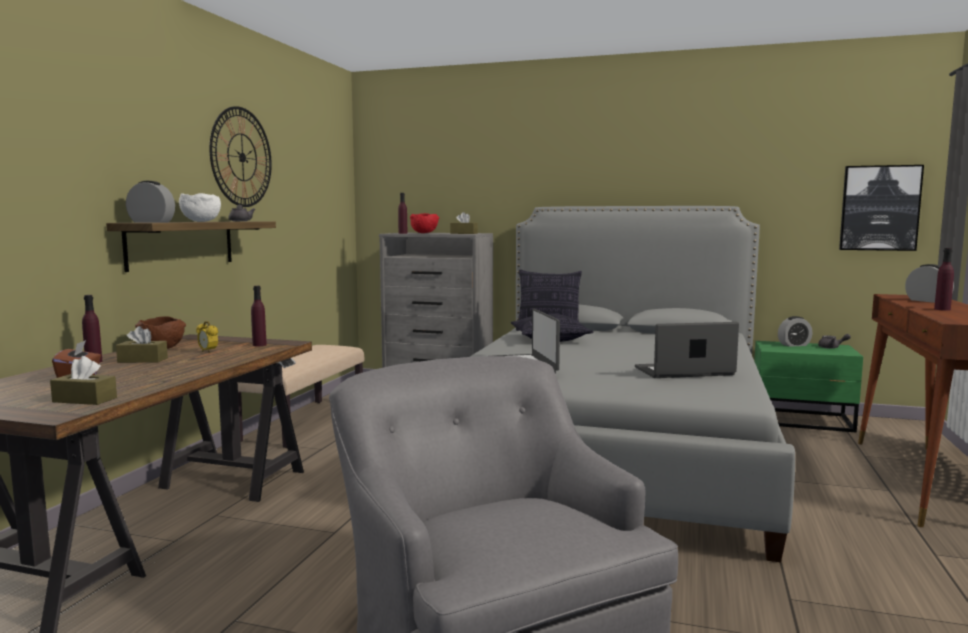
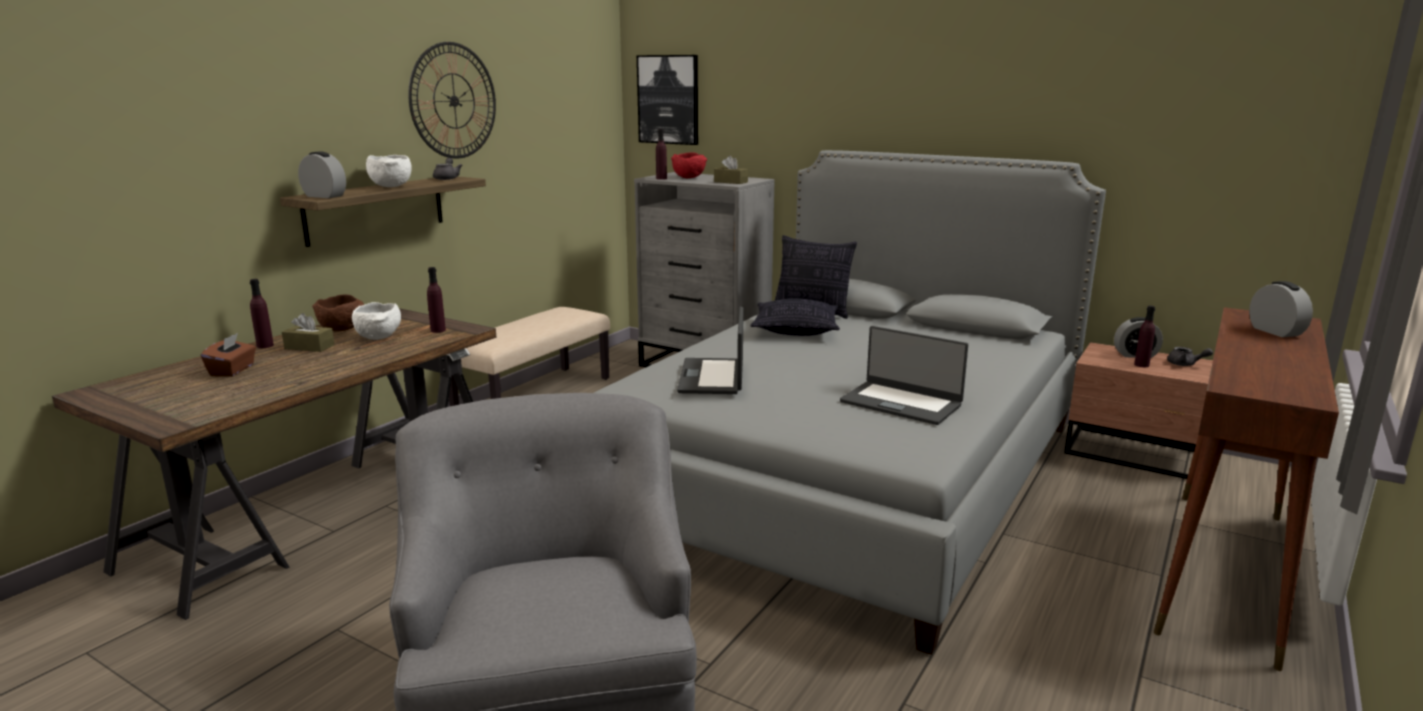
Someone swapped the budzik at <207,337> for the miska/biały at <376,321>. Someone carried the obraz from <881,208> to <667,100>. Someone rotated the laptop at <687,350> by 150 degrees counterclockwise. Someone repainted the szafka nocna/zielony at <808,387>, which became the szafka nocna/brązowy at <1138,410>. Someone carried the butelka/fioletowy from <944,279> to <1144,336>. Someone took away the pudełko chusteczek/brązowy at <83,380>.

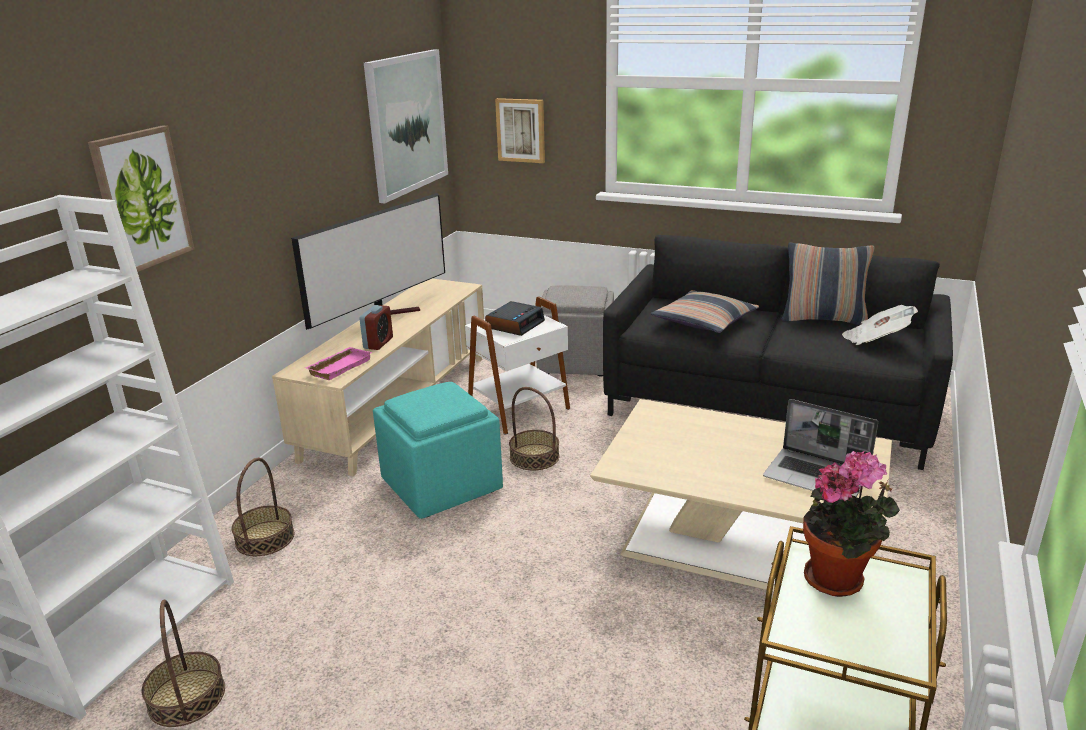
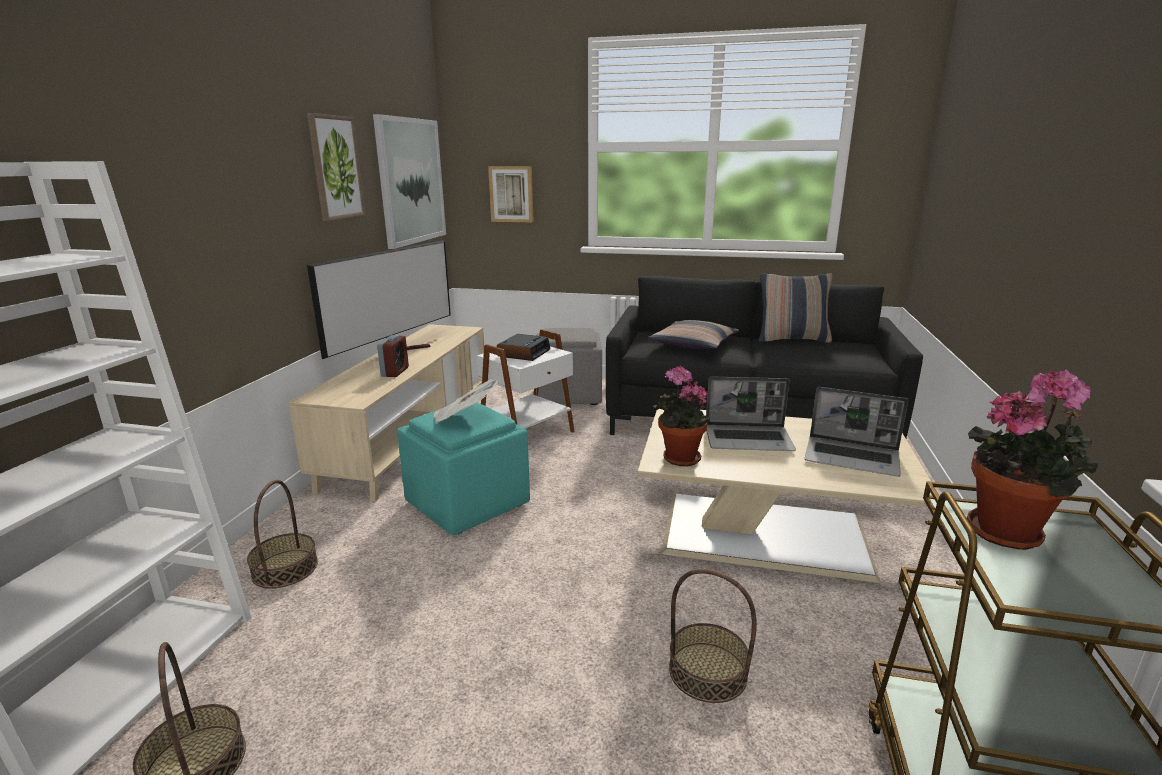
Someone carried the obraz from <141,199> to <336,167>. Someone carried the gazeta from <880,325> to <466,401>. Someone put down the roślina doniczkowa at <681,416>. Someone carried the koszyk from <534,429> to <713,636>. Someone put down the laptop at <751,414>. Someone took away the taca/różowy at <339,363>.

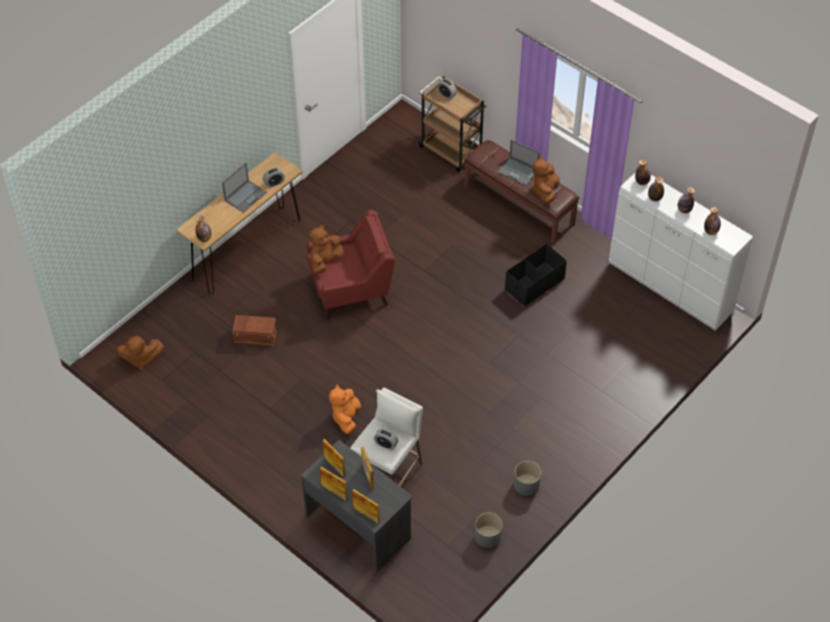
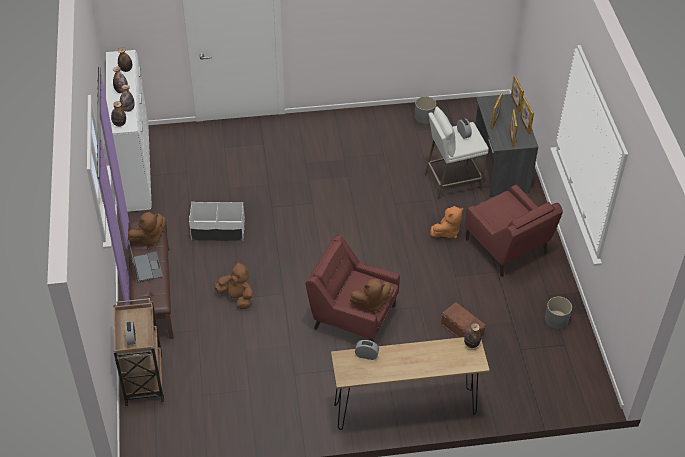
Someone repainted the pojemnik do przechowywania/czarny at <536,275>, which became the pojemnik do przechowywania/biały at <217,221>. Someone carried the pluszak/brązowy from <140,353> to <234,285>. Someone put down the fotel/czerwony at <514,231>. Someone carried the donica/szary from <527,478> to <558,312>. Someone took away the laptop at <244,188>.

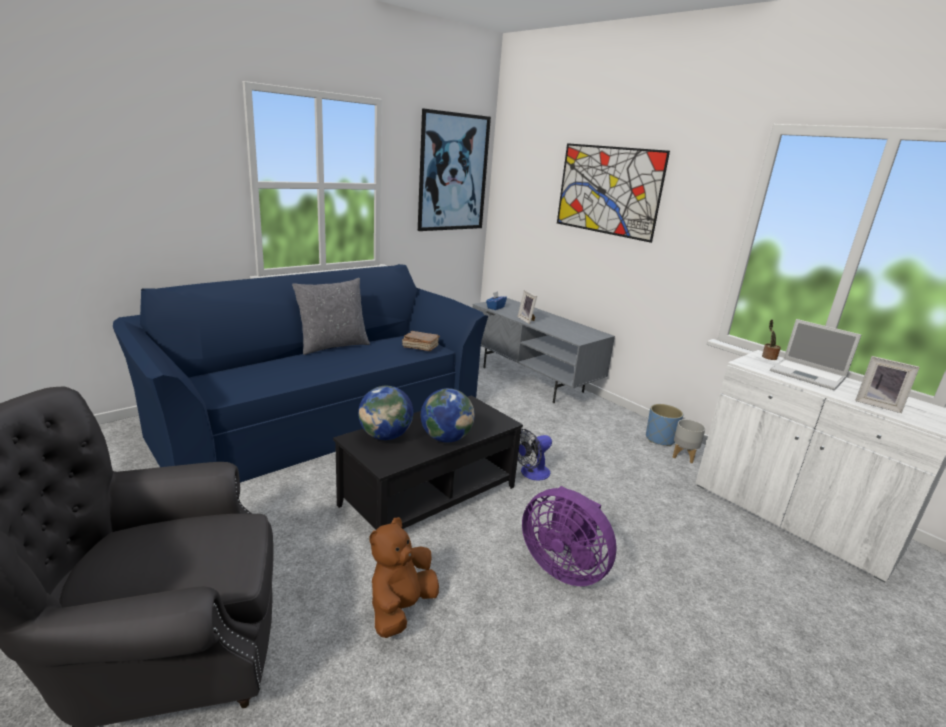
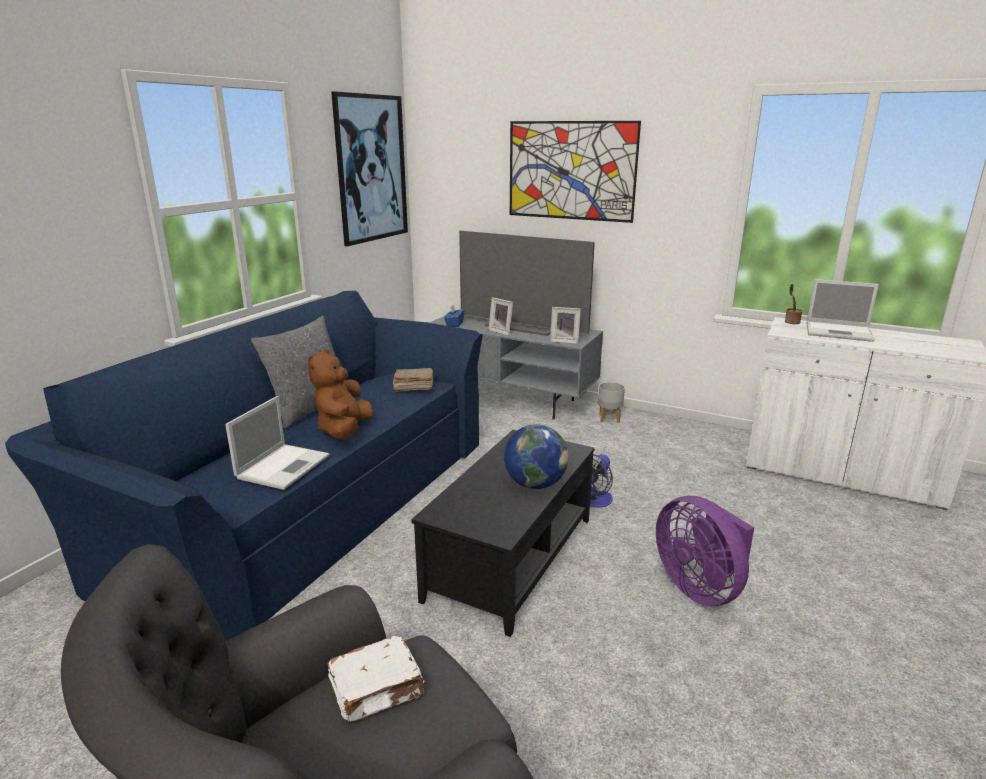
Someone put down the laptop at <277,443>. Someone carried the pluszak/brązowy from <404,577> to <341,394>. Someone put down the książka/biały at <376,679>. Someone put down the telewizor at <527,283>. Someone carried the ramka na zdjęcie from <887,384> to <565,325>. Someone carried the donica/szary from <689,441> to <611,402>. Someone rotated the wentylator/fioletowy at <569,536> by 45 degrees clockwise. Someone took away the globus at <385,413>. Someone took away the donica/niebieski at <664,425>.

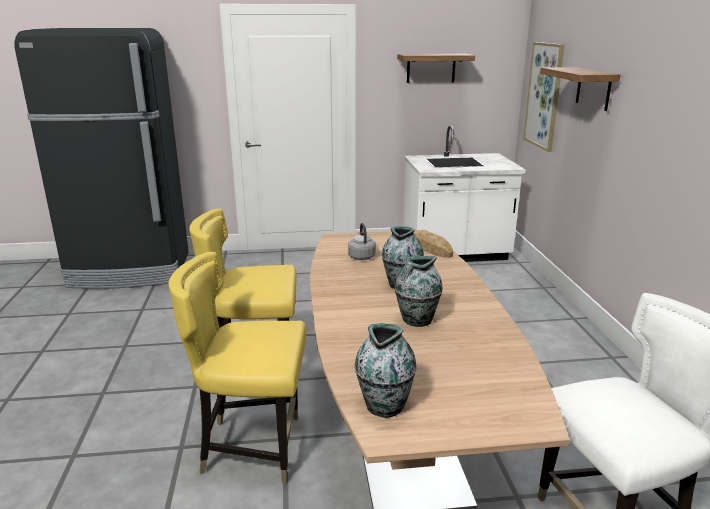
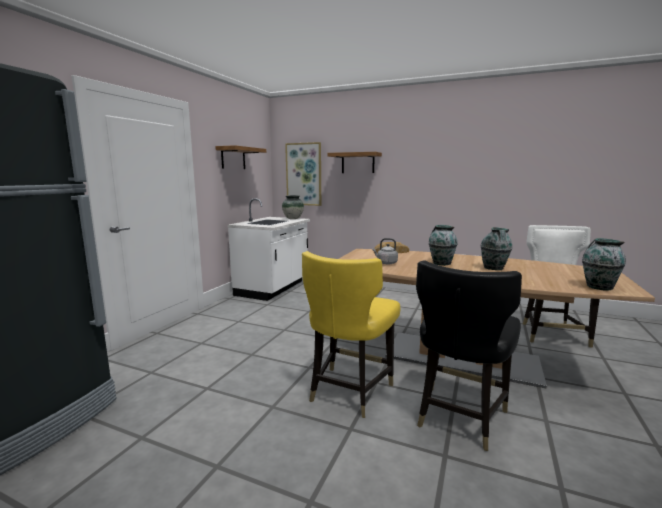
Someone put down the wazon at <293,207>. Someone repainted the krzesło/żółty at <237,367>, which became the krzesło/czarny at <469,355>.

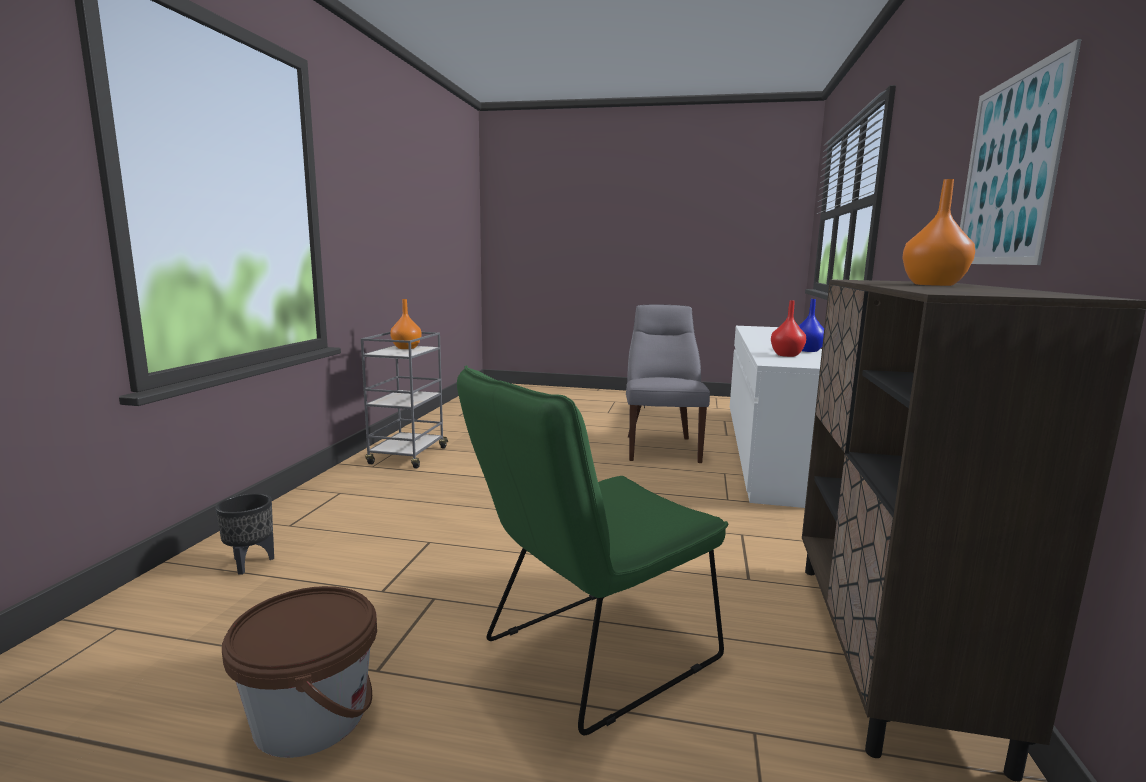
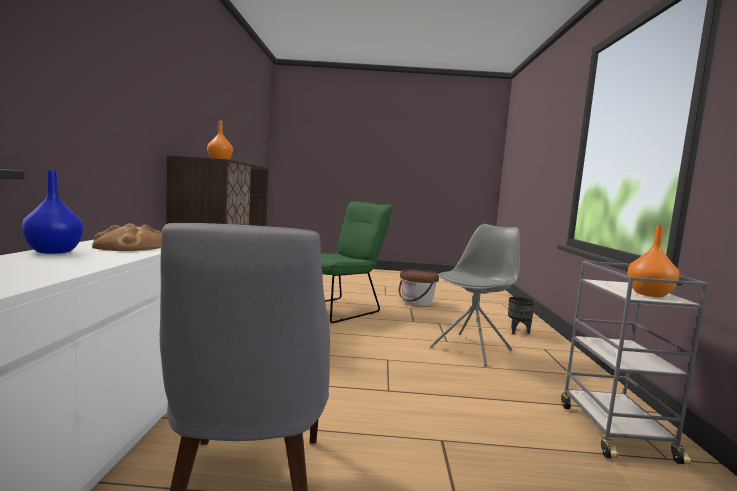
Someone swapped the wazon/czerwony at <788,329> for the chleb at <127,237>. Someone put down the krzesło/szary at <475,295>. Someone took away the obraz at <1021,152>.

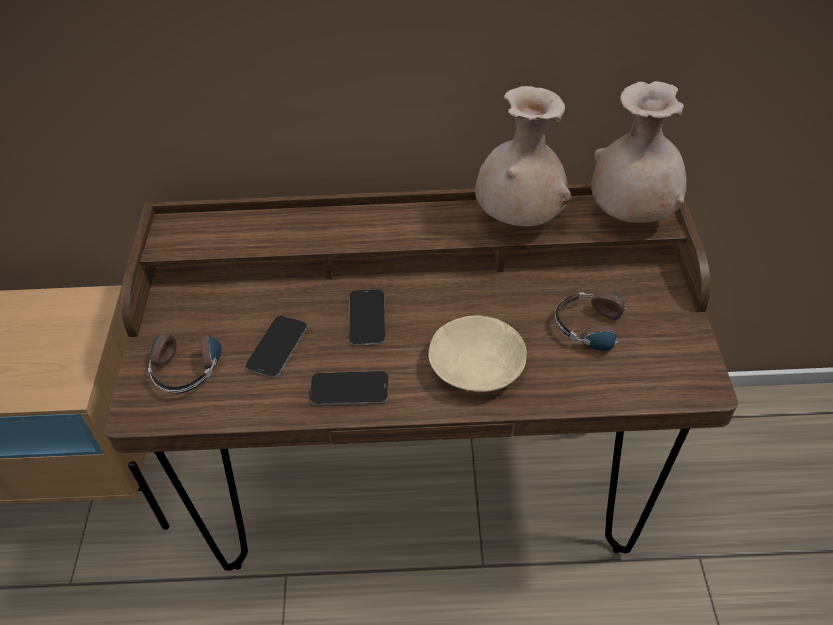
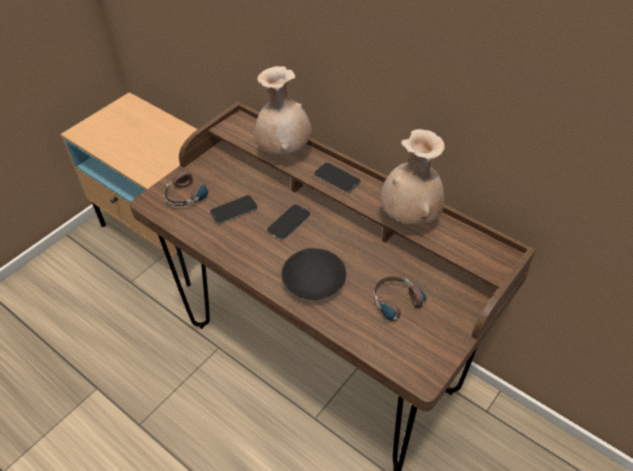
Someone carried the wazon/beżowy from <638,152> to <283,110>. Someone repainted the miska/beżowy at <478,353>, which became the miska/czarny at <314,274>. Someone carried the telefon from <349,388> to <337,178>.

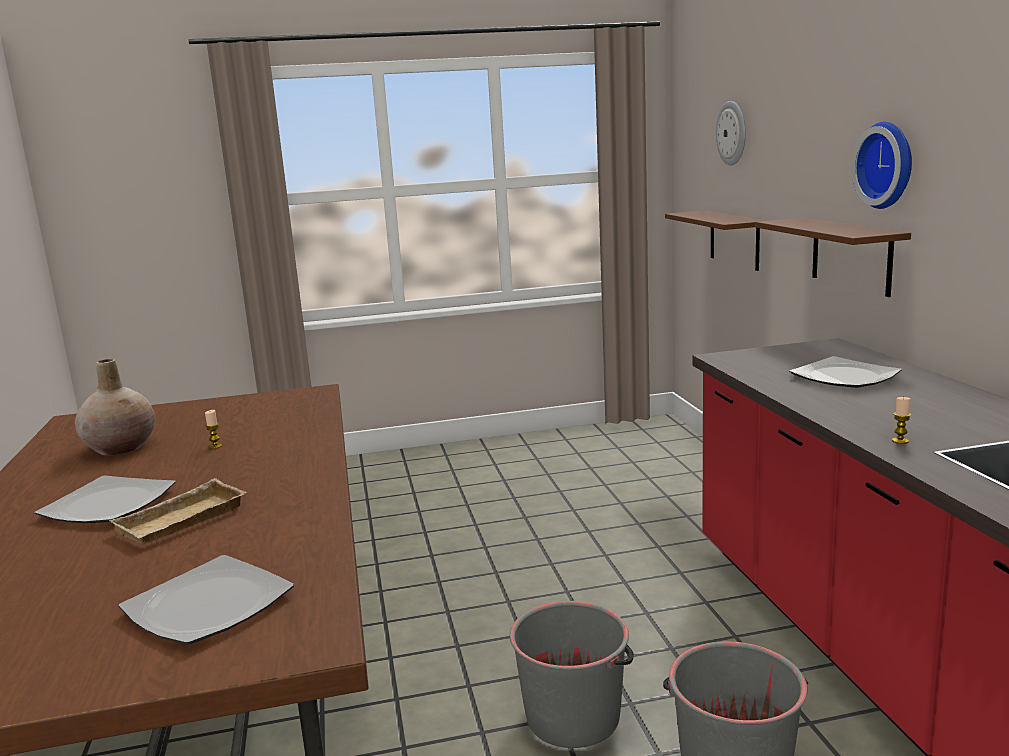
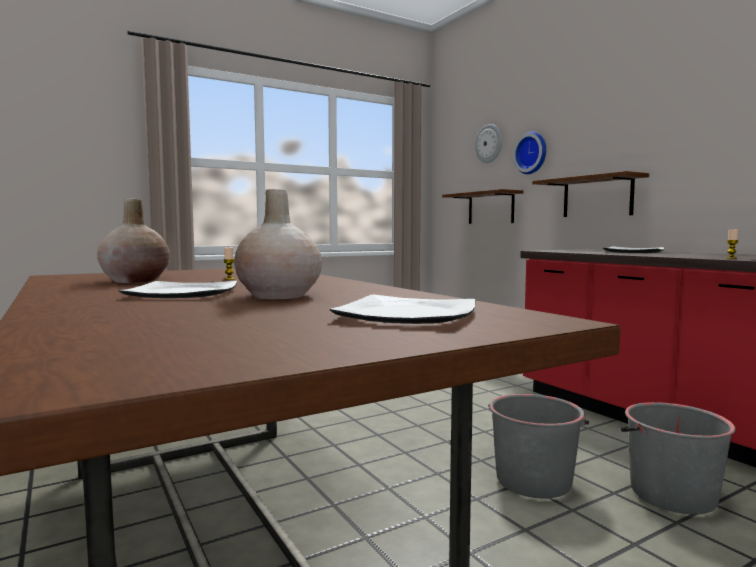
Someone swapped the taca/beżowy at <178,511> for the wazon/beżowy at <278,244>. Someone carried the zegar ścienny from <882,165> to <529,152>.

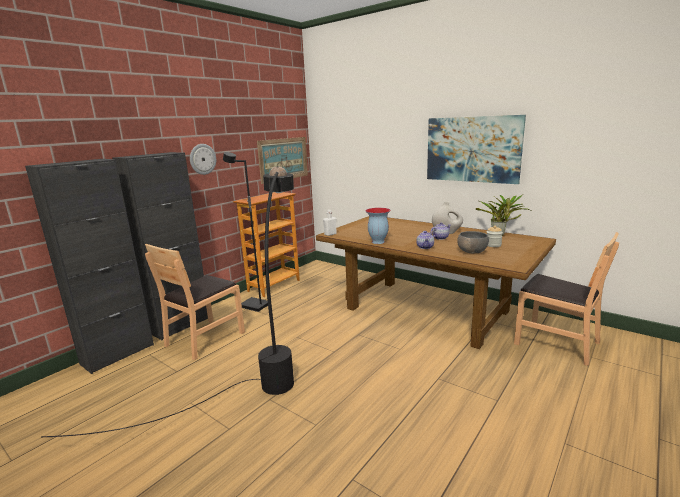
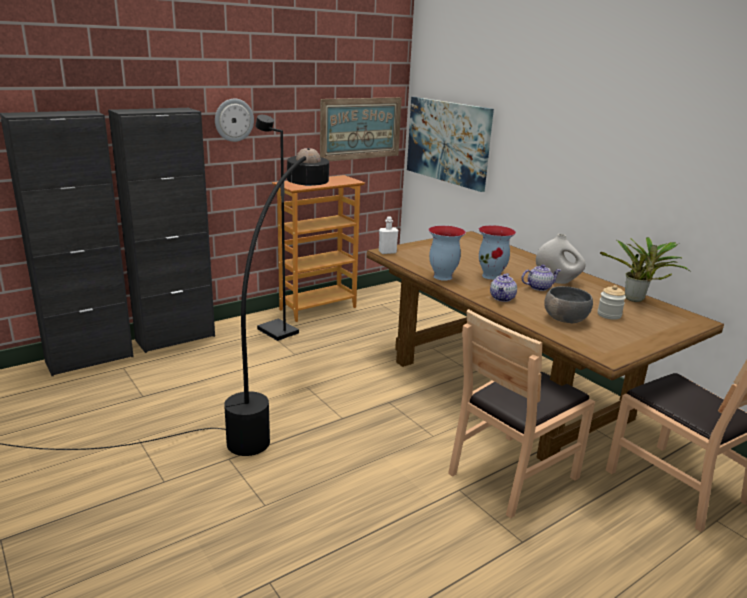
Someone carried the obraz from <476,149> to <450,144>. Someone carried the krzesło/brązowy from <195,302> to <521,413>. Someone put down the wazon at <497,252>.

